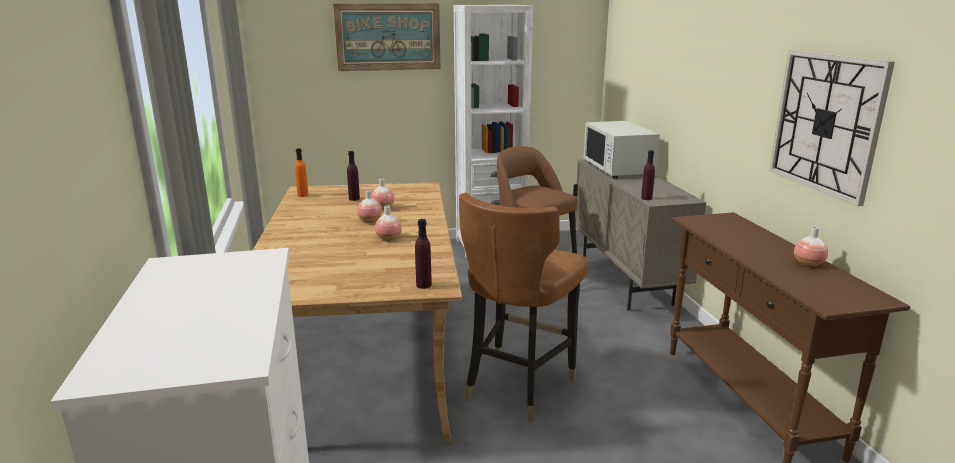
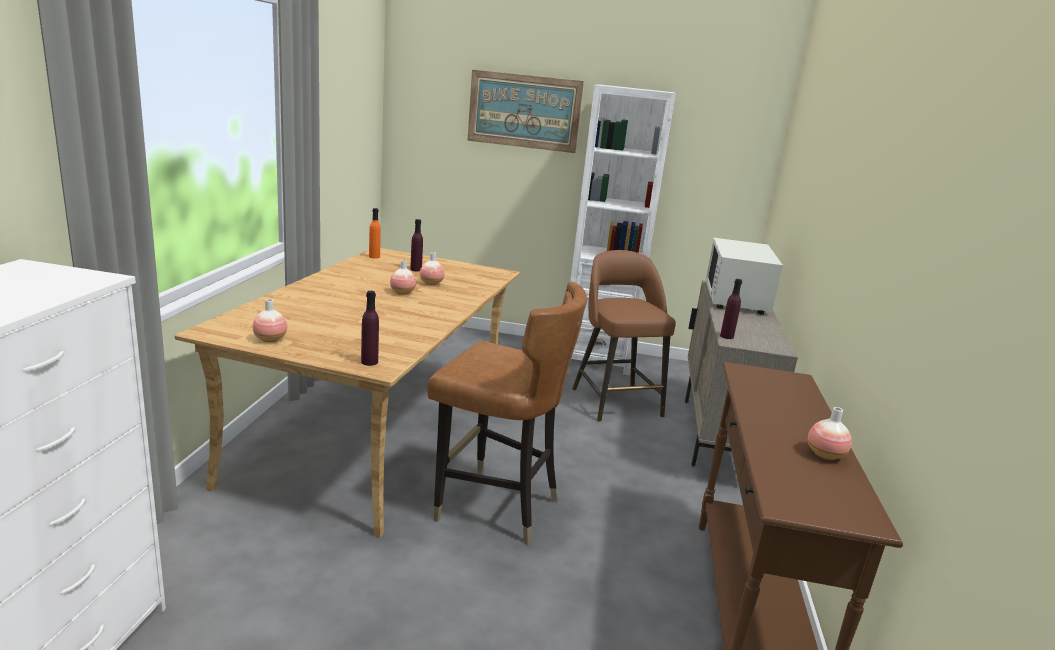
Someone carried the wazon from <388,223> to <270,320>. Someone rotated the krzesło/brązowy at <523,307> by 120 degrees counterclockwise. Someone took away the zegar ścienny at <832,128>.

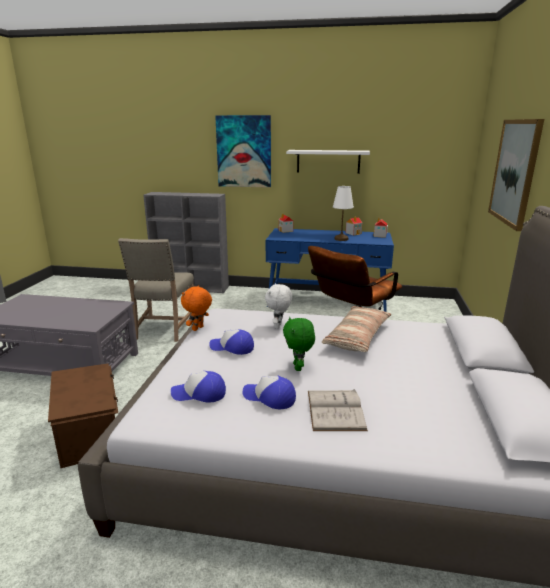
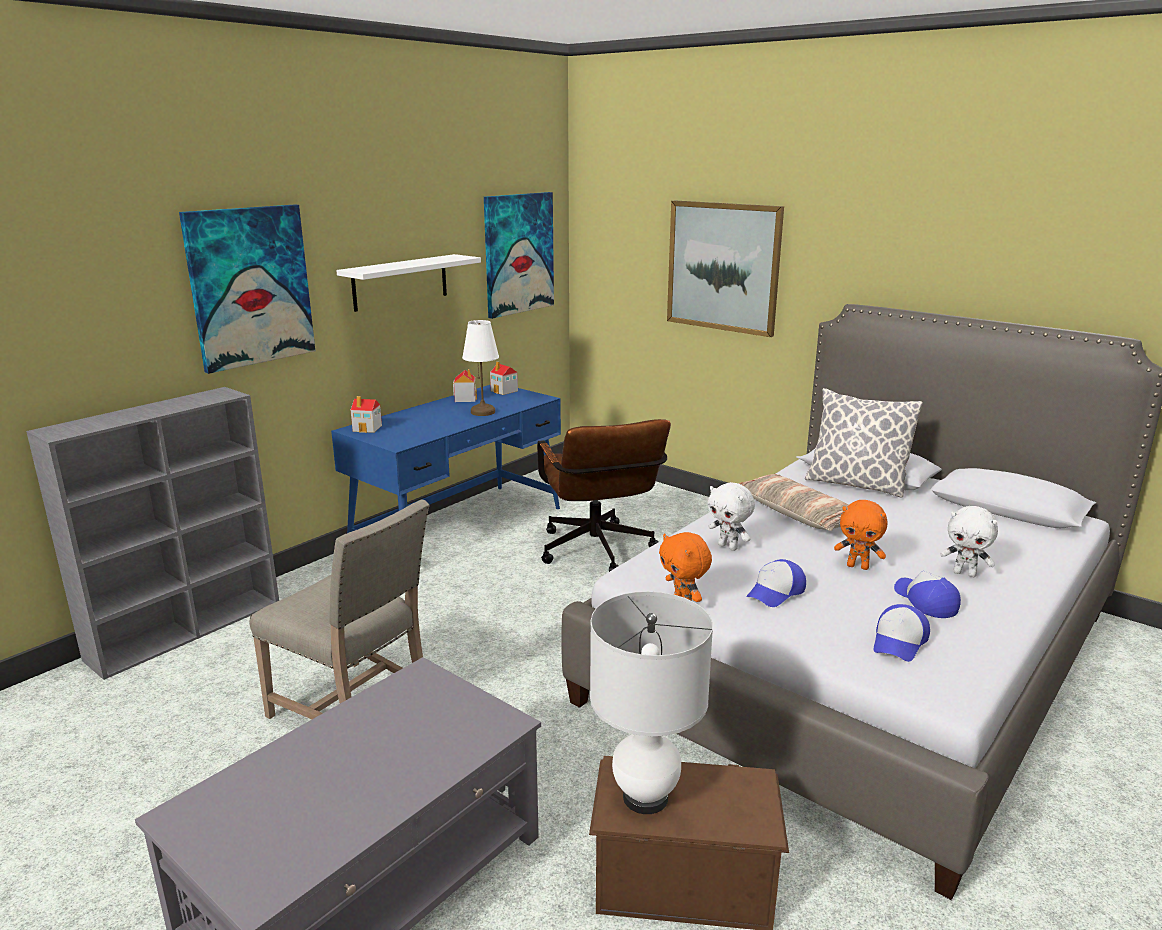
Someone put up the obraz at <519,255>. Someone put down the lampa stołowa/biały at <651,702>. Someone put down the poduszka at <864,443>. Someone repainted the pluszak/zielony at <299,344>, which became the pluszak/pomarańczowy at <860,535>. Someone rotated the czapka z daszkiem at <269,392> by 105 degrees clockwise. Someone swapped the książka/biały at <338,410> for the pluszak/biały at <969,541>.

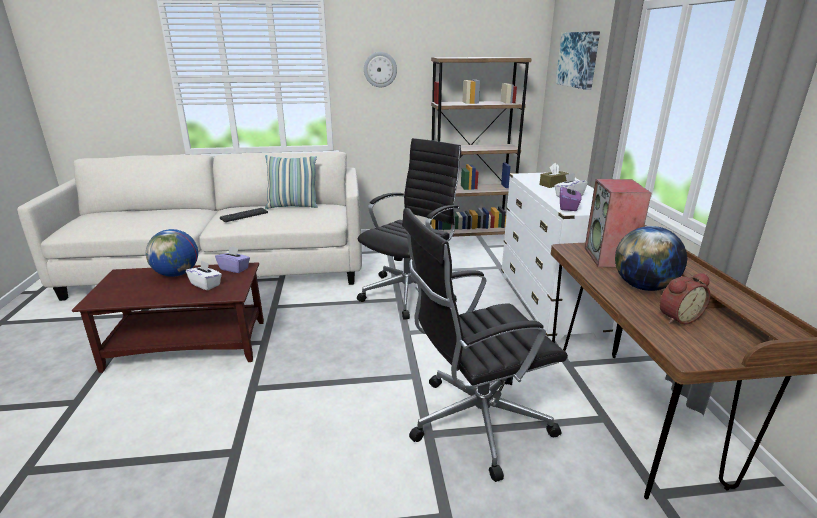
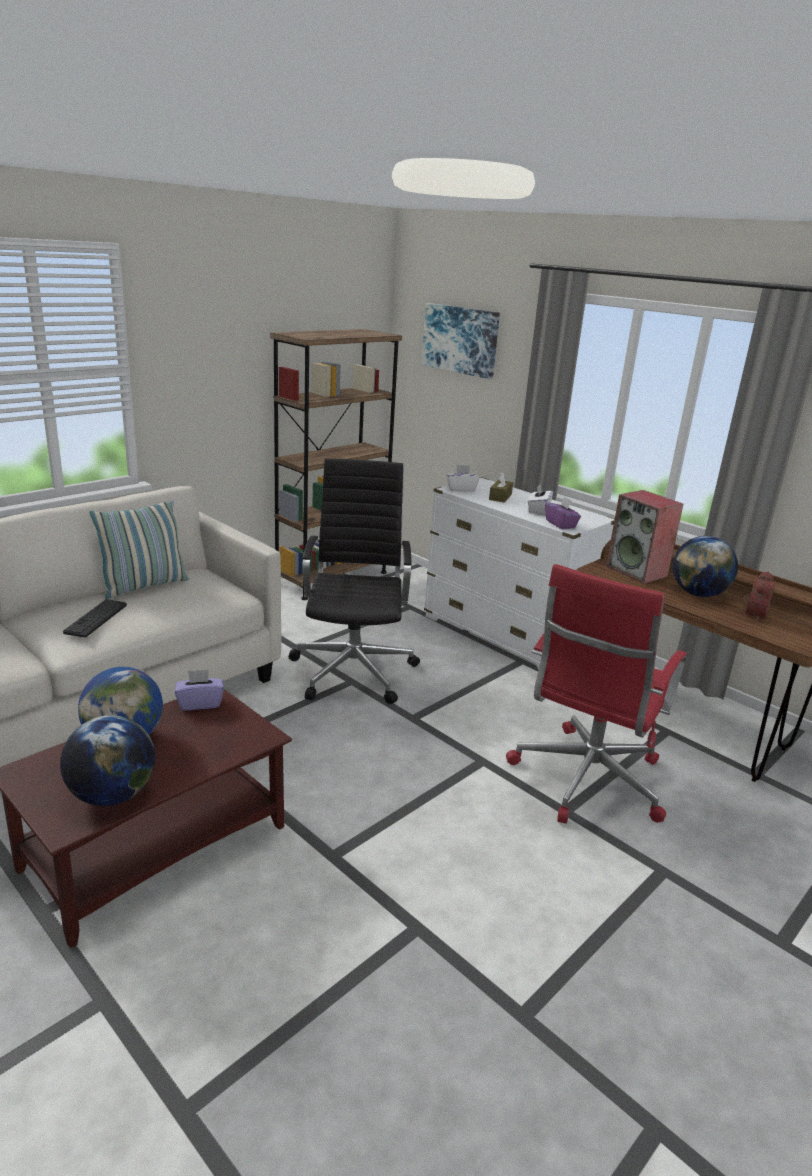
Someone put down the globus at <107,760>. Someone carried the pudełko chusteczek/biały from <204,275> to <463,478>. Someone repainted the krzesło biurowe/czarny at <485,345>, which became the krzesło biurowe/czerwony at <596,693>. Someone took away the zegar ścienny at <380,69>.

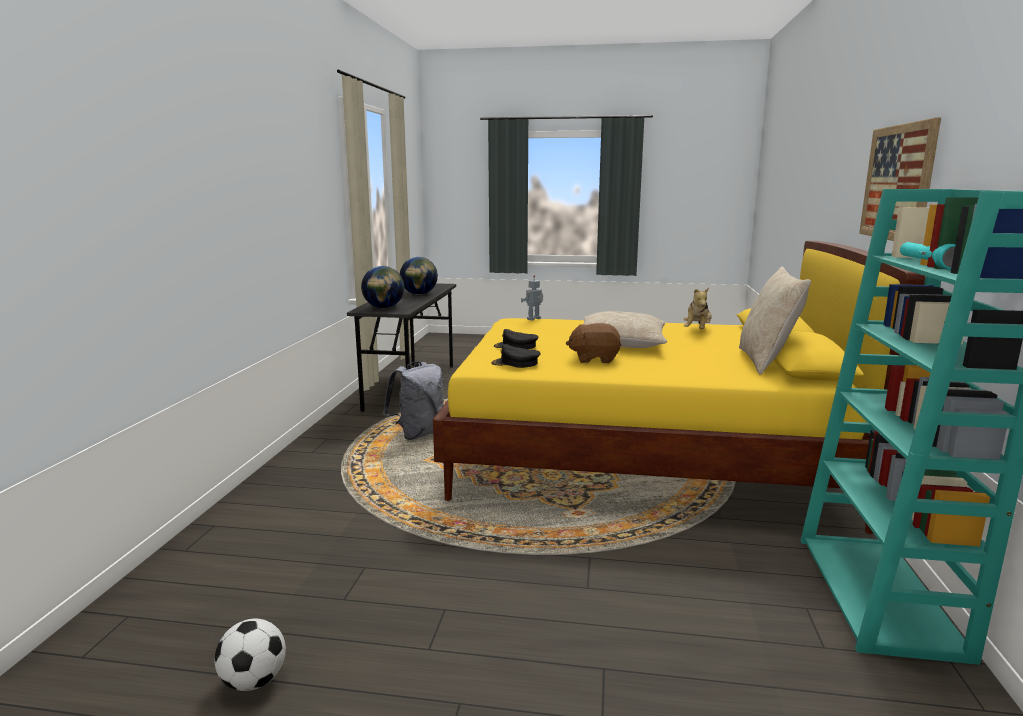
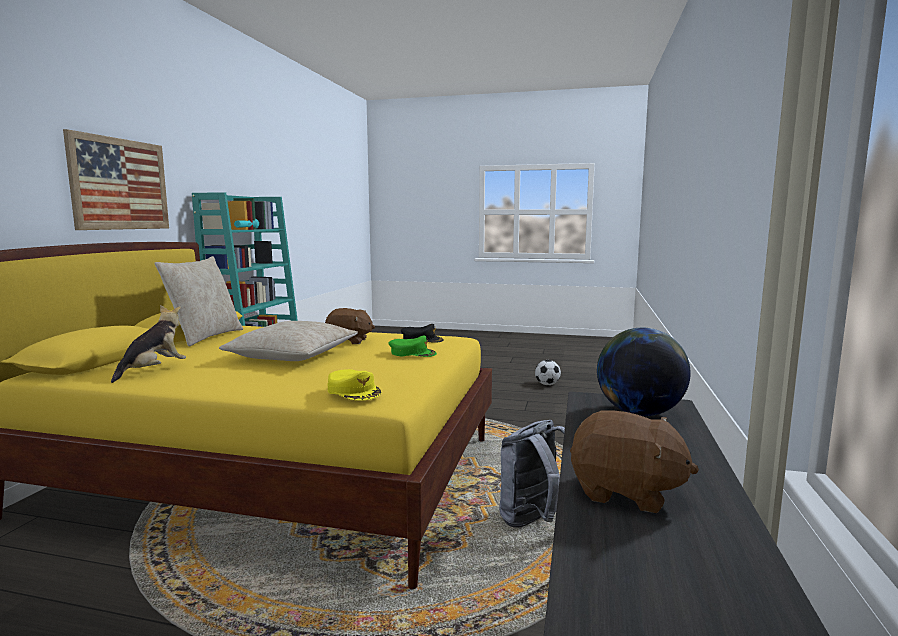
Someone swapped the robot zabawkowy at <532,297> for the czapka z daszkiem/żółty at <354,385>. Someone repainted the czapka z daszkiem/czarny at <516,339>, which became the czapka z daszkiem/zielony at <413,346>. Someone swapped the globus at <419,276> for the pluszak/brązowy at <634,462>.

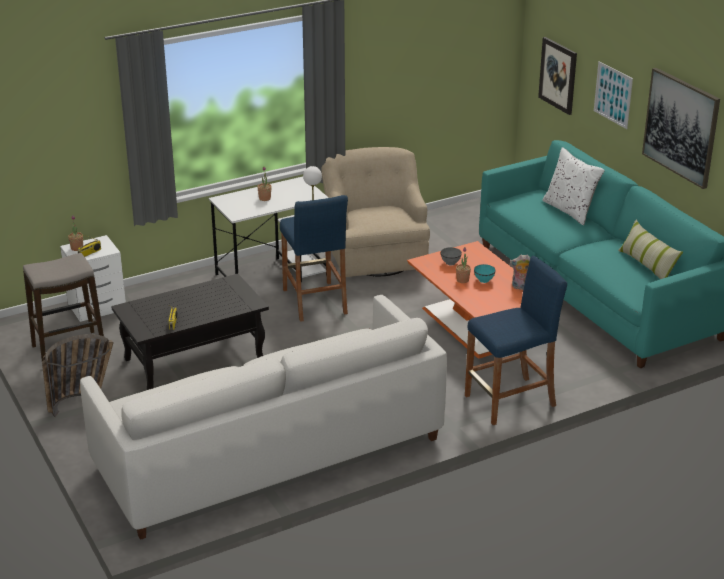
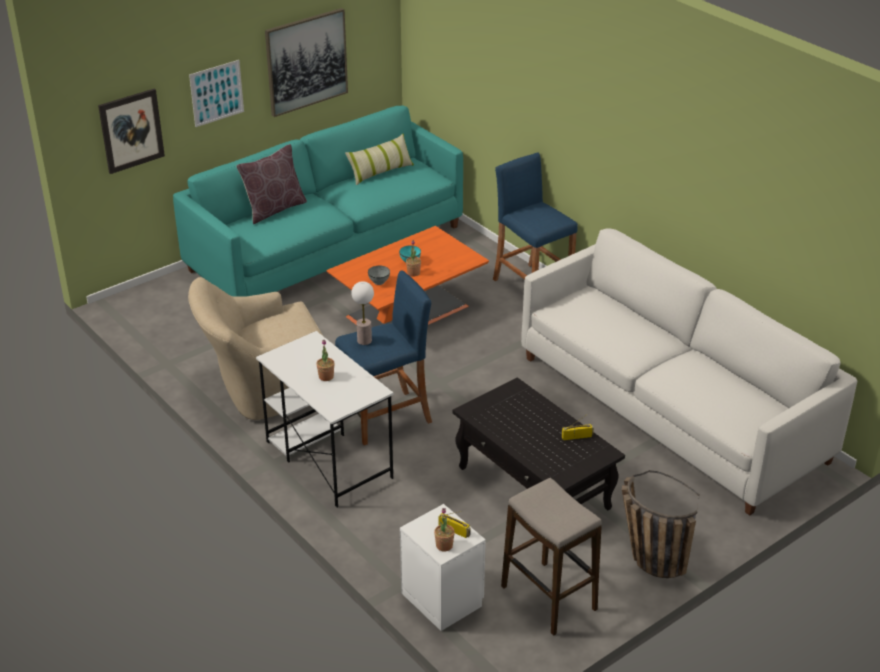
Someone repainted the poduszka/biały at <573,186>, which became the poduszka/brązowy at <271,184>. Someone took away the pluszak at <520,272>.

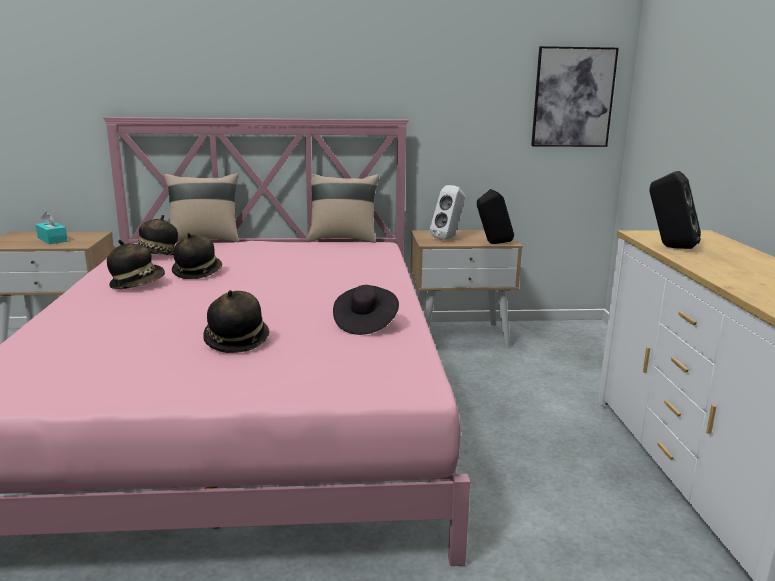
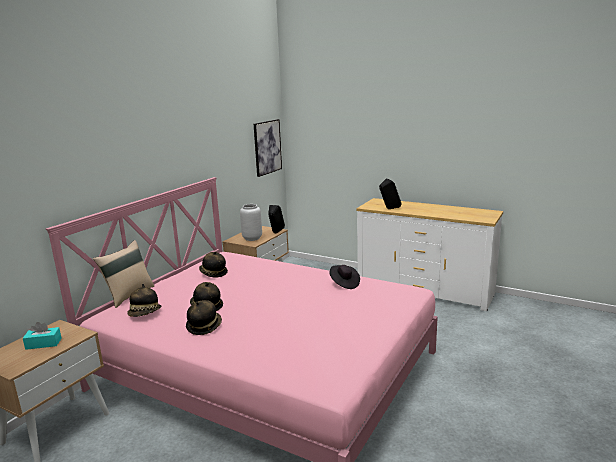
Someone carried the kapelusz from <236,321> to <213,264>. Someone swapped the głośnik/biały at <447,212> for the wazon/szary at <251,222>. Someone took away the poduszka/beżowy at <343,208>.

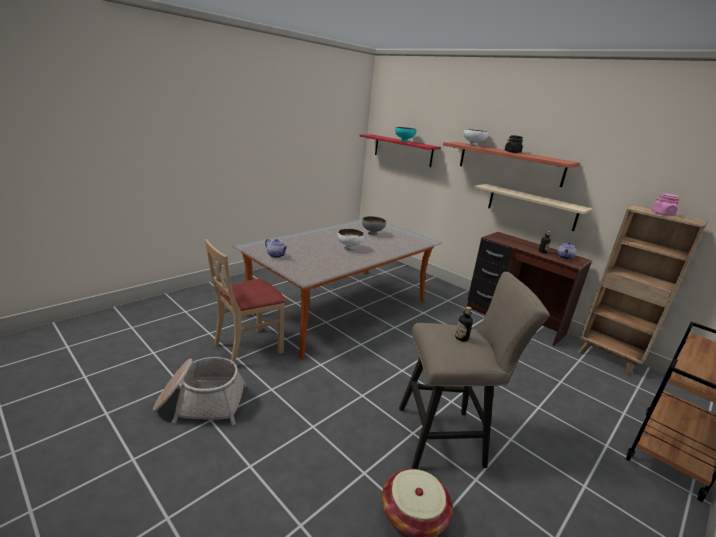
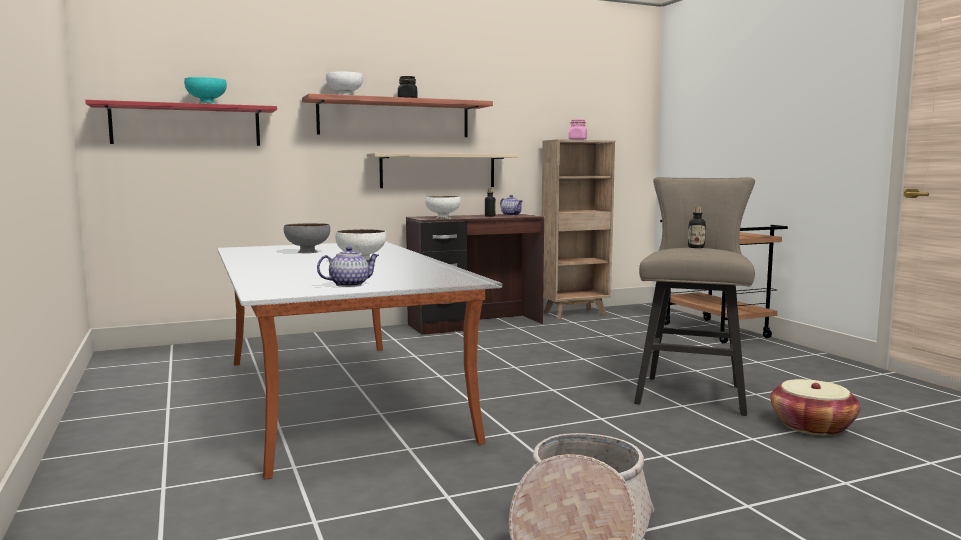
Someone put down the miska/biały at <443,207>. Someone took away the krzesło/beżowy at <246,301>.

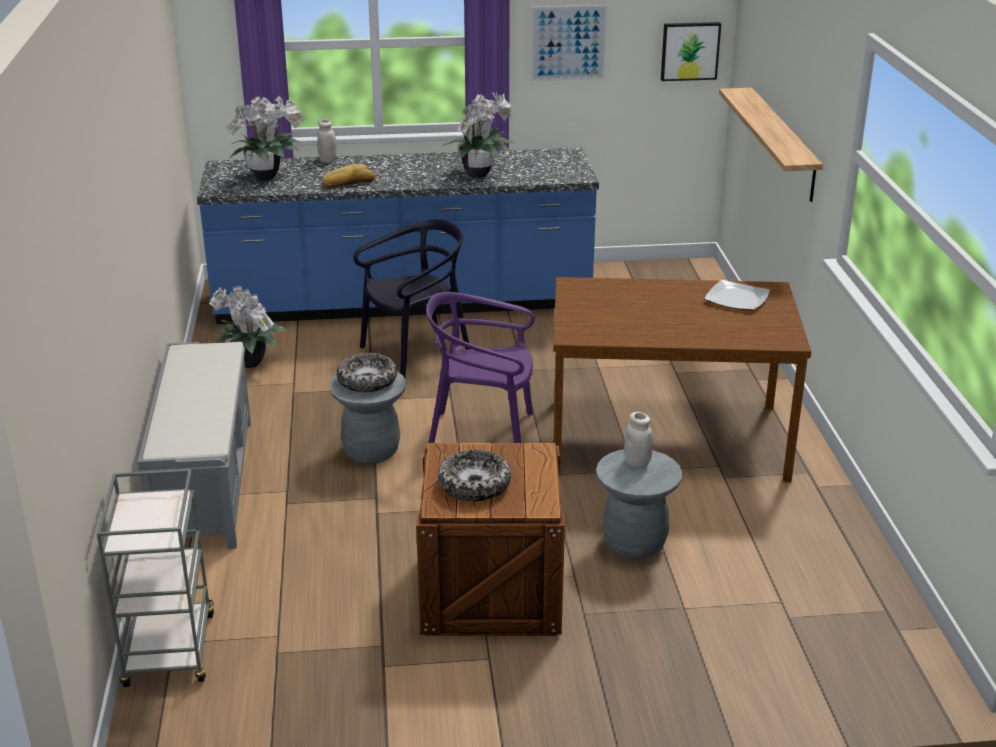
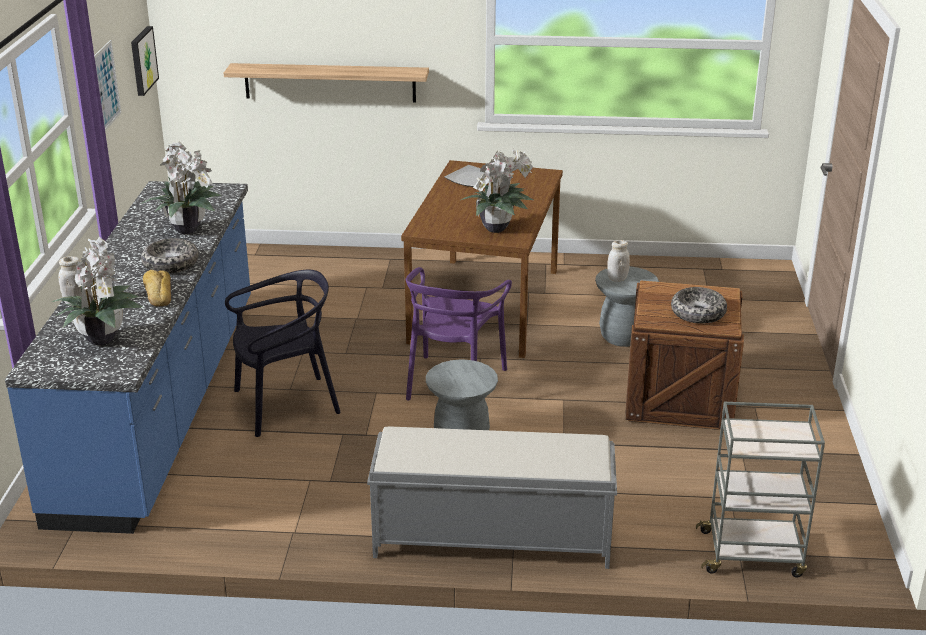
Someone carried the miska from <367,372> to <170,256>. Someone rotated the krzesło/czarny at <411,298> by 90 degrees clockwise. Someone carried the roślina doniczkowa from <249,327> to <497,191>.

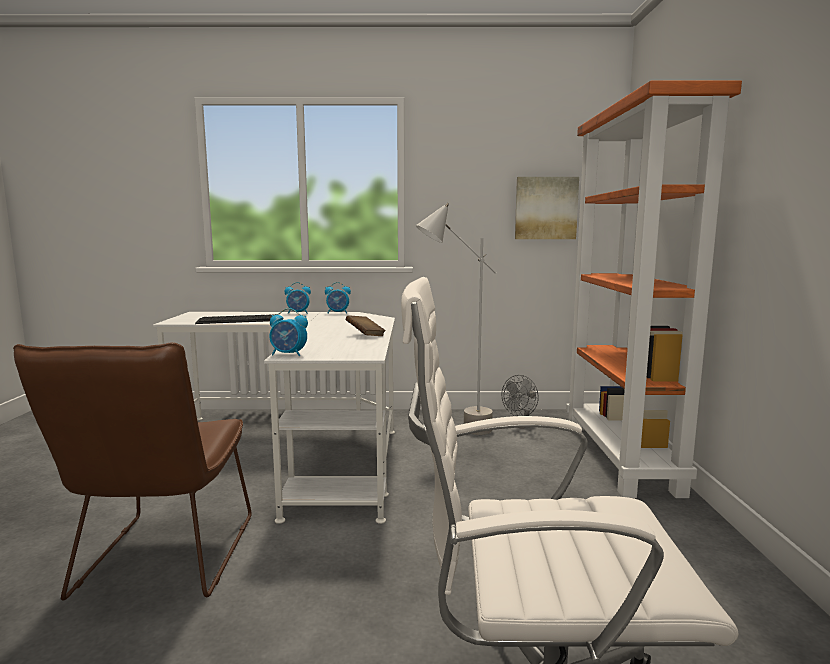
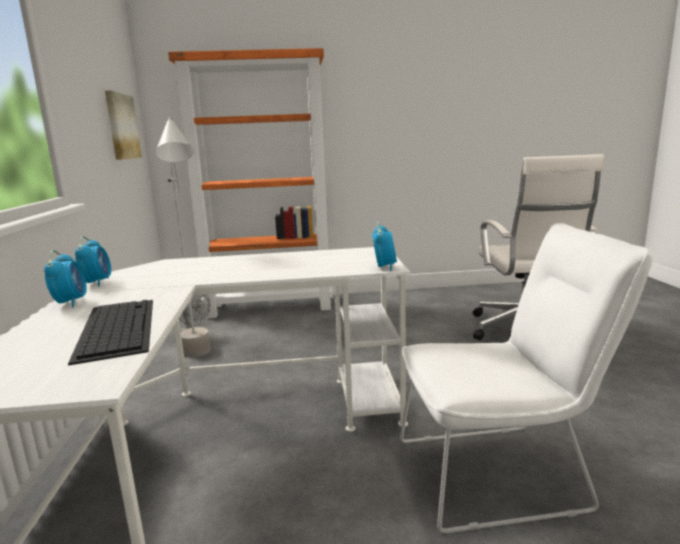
Someone repainted the krzesło/brązowy at <132,471>, which became the krzesło/biały at <526,378>. Someone took away the książka/brązowy at <366,325>.

